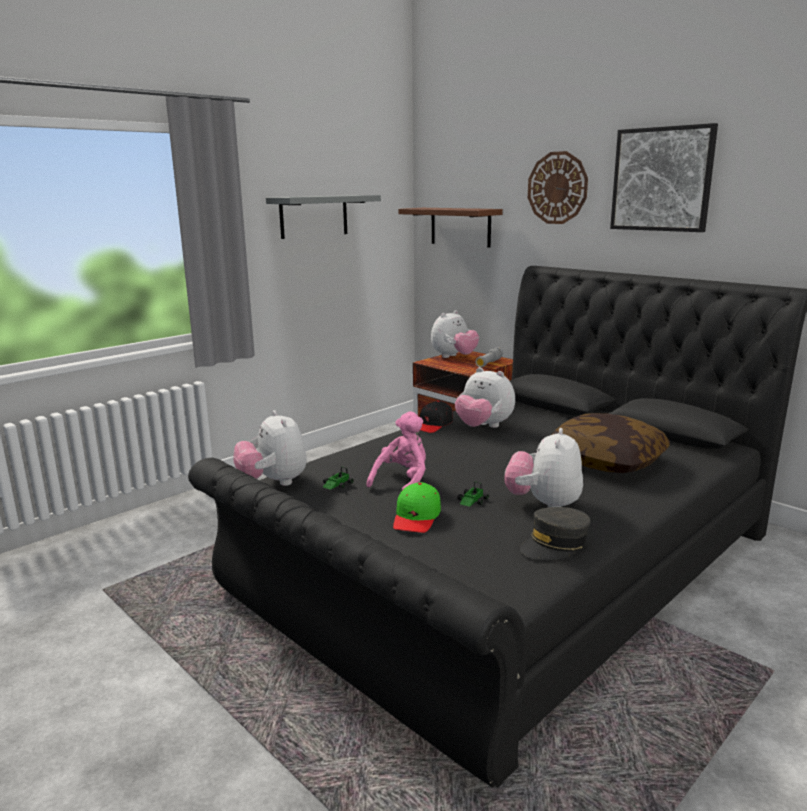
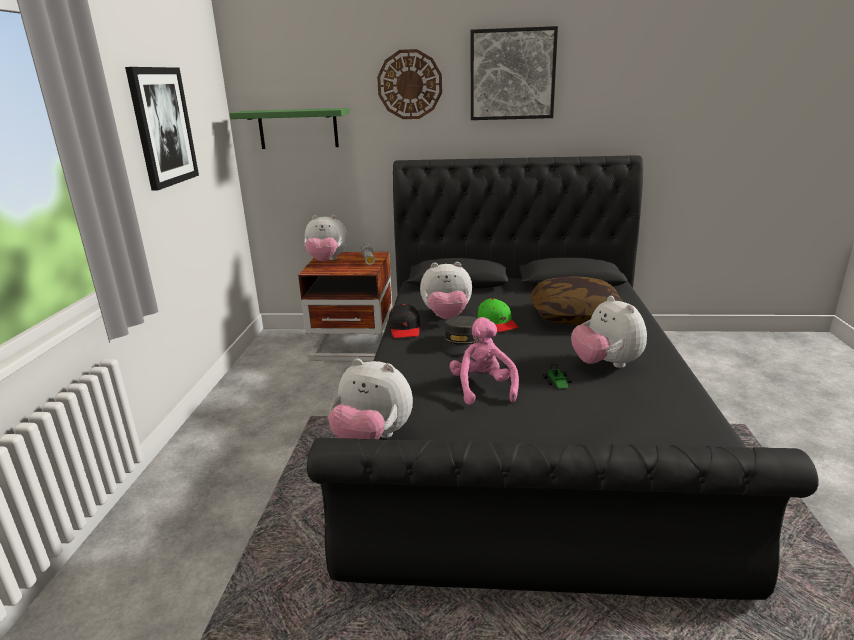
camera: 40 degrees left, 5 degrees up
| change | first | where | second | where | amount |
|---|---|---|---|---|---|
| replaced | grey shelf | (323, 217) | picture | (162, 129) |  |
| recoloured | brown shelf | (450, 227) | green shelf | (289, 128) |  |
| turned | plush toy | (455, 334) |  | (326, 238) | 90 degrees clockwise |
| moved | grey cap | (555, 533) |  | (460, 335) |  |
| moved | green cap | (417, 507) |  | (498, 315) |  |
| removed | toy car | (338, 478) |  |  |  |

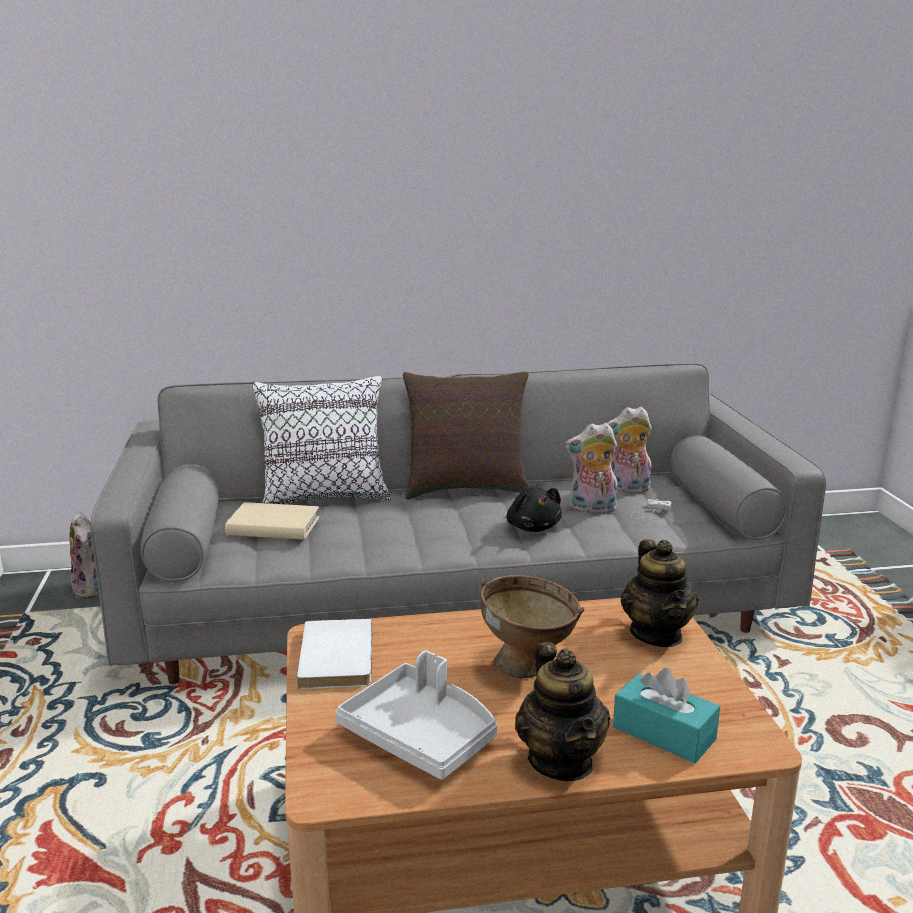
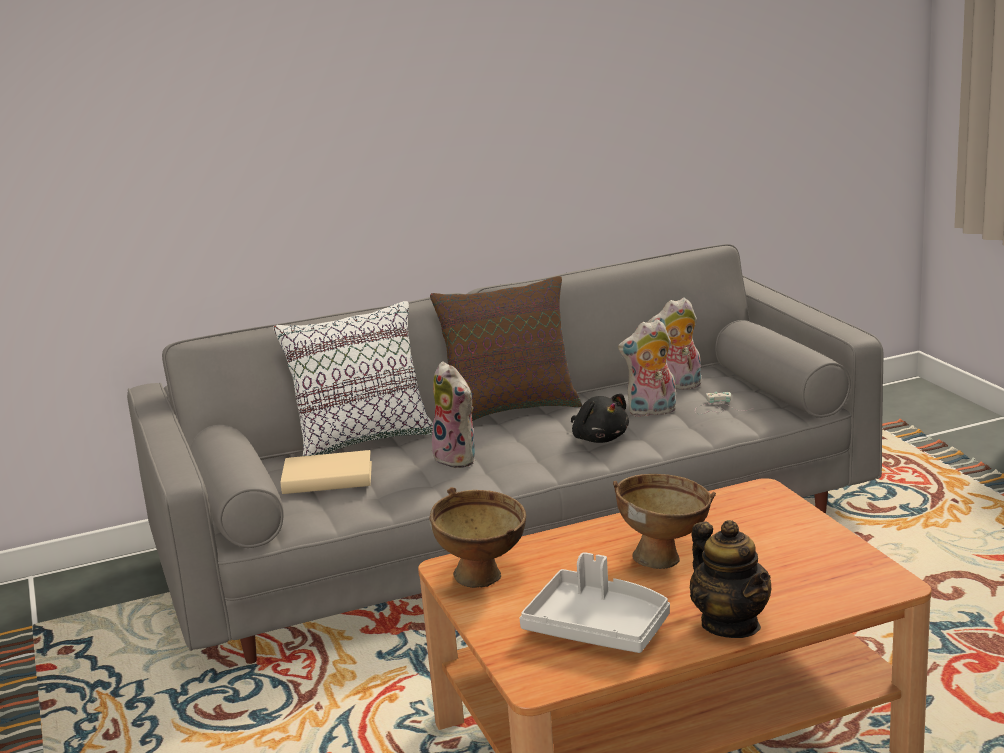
camera: 10 degrees left, 0 degrees up
| change | first | where | second | where | amount |
|---|---|---|---|---|---|
| replaced | white book | (334, 654) | brown bowl | (477, 537) |  |
| moved | plush toy | (84, 555) |  | (453, 415) |  |
| removed | turquoise tissue box | (666, 715) |  |  |  |
| removed | teapot | (660, 593) |  |  |  |

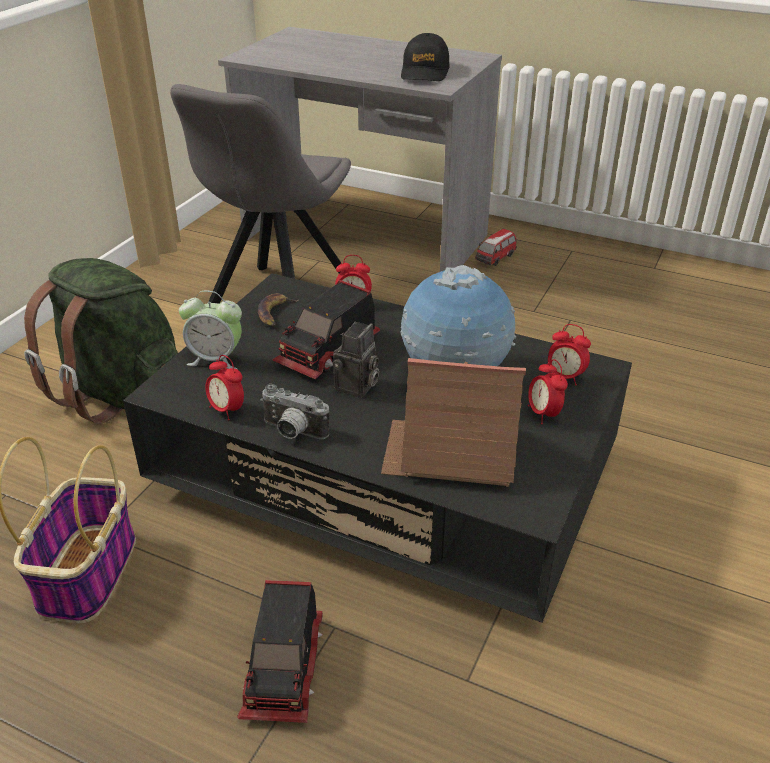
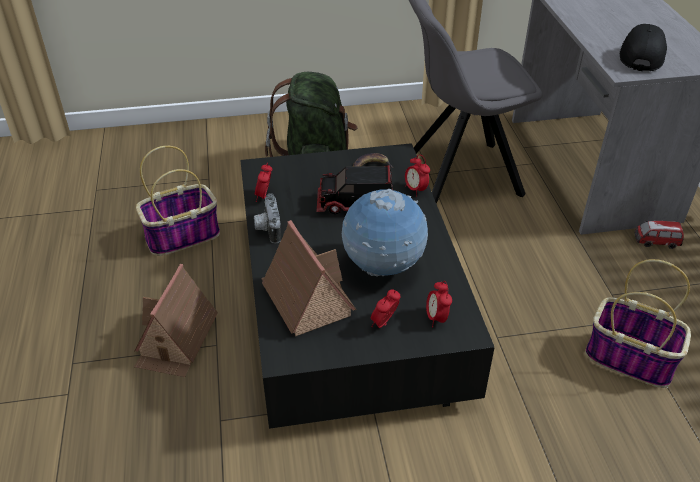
camera: 55 degrees right, 5 degrees up
| change | first | where | second | where | amount |
|---|---|---|---|---|---|
| replaced | toy truck | (280, 651) | toy house | (176, 320) |  |
| added |  |  | basket | (638, 323) |  |
| turned | black cap | (425, 57) |  | (643, 47) | 135 degrees clockwise |
| removed | alarm clock | (210, 330) |  |  |  |
| removed | photo camera | (356, 360) |  |  |  |

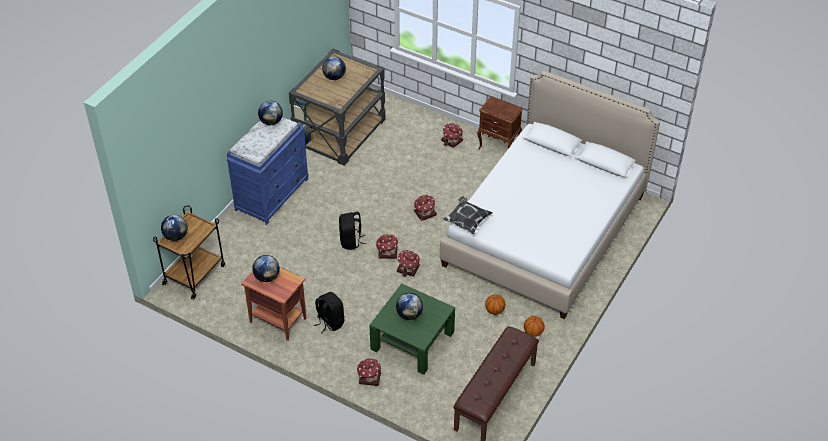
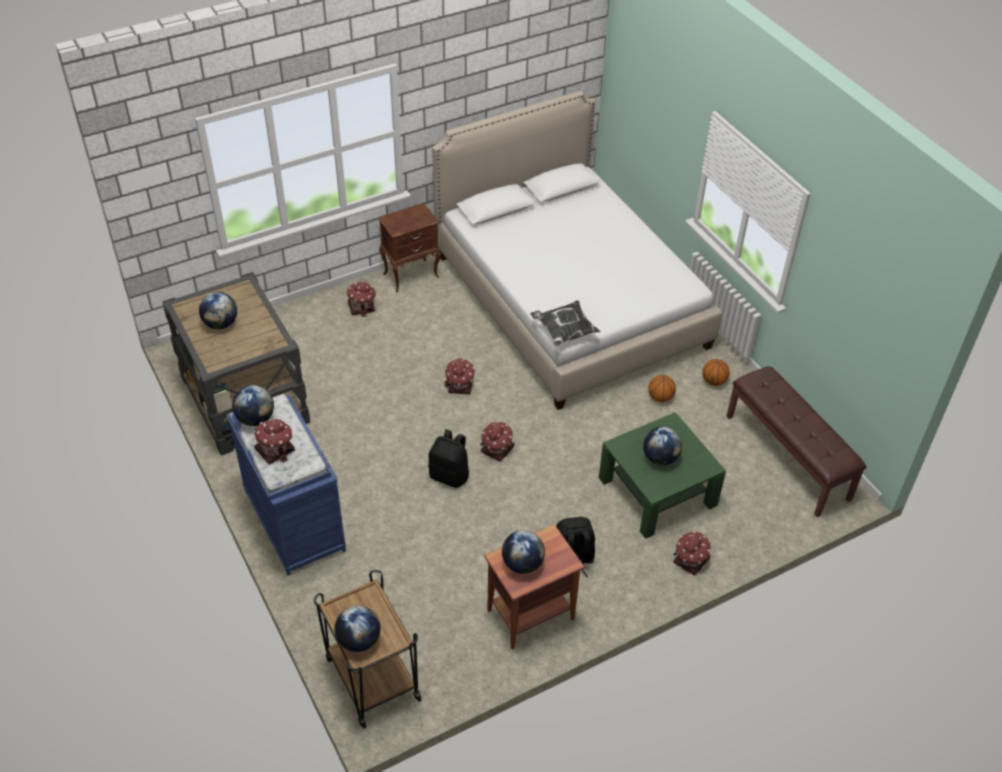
camera: 60 degrees left, 0 degrees up
| change | first | where | second | where | amount |
|---|---|---|---|---|---|
| moved | toy house | (408, 263) |  | (274, 442) |  |

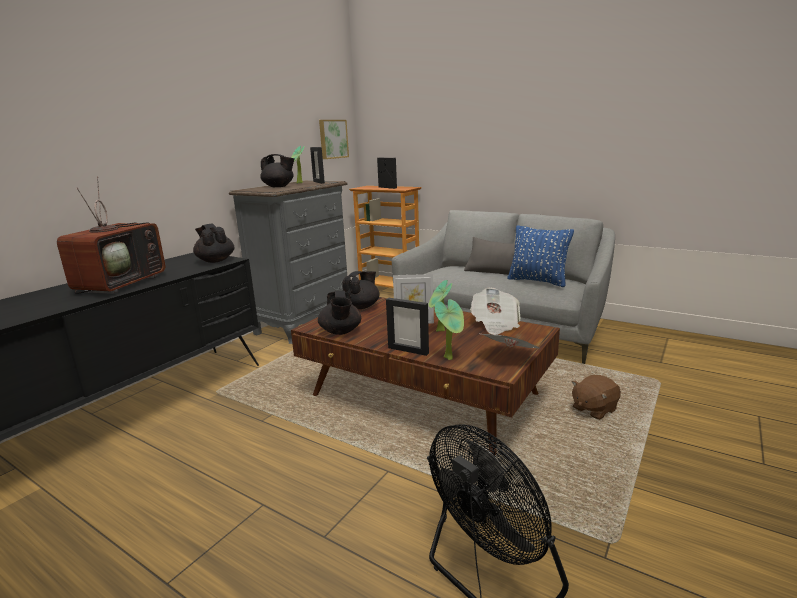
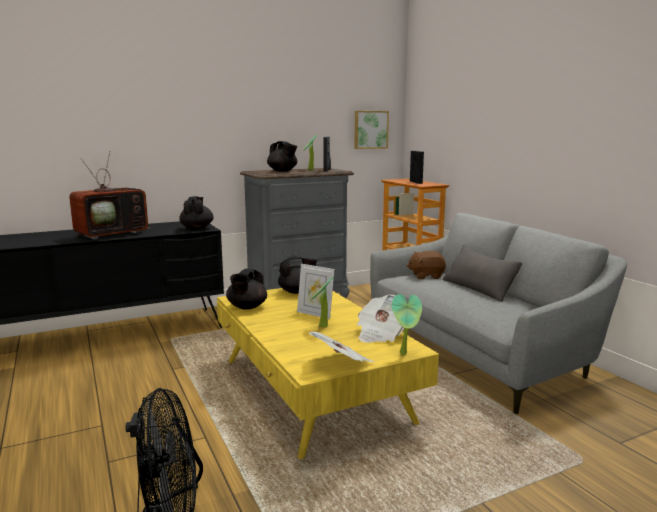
camera: 30 degrees right, 5 degrees down
| change | first | where | second | where | amount |
|---|---|---|---|---|---|
| recoloured | brown coffee table | (425, 375) | yellow coffee table | (328, 373) |  |
| moved | potted plant | (449, 329) |  | (407, 324) |  |
| moved | brown plush toy | (596, 397) |  | (426, 265) |  |
| removed | picture frame | (407, 327) |  |  |  |
| removed | blue pillow | (540, 256) |  |  |  |

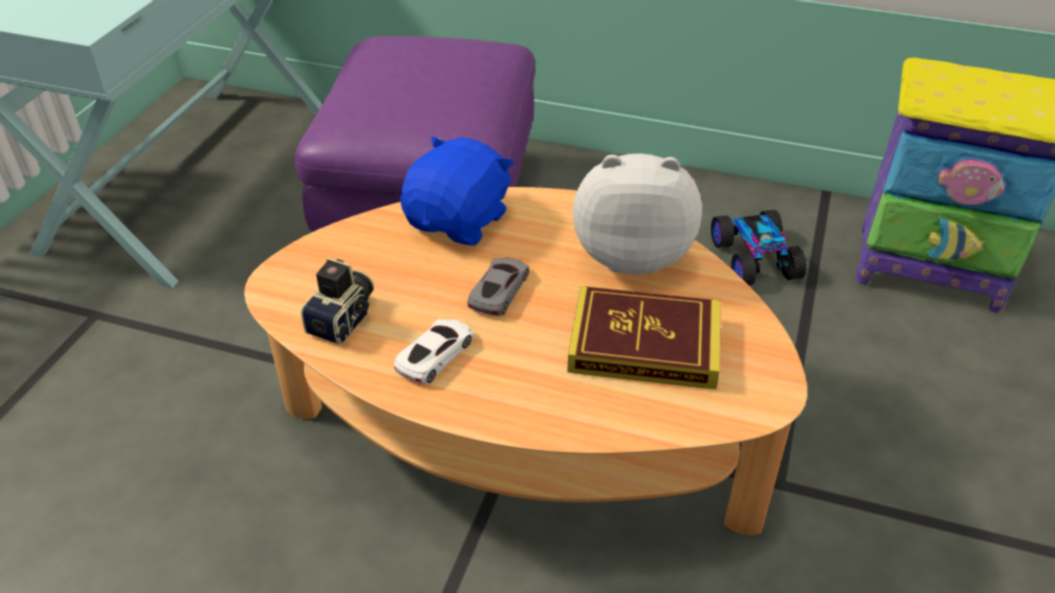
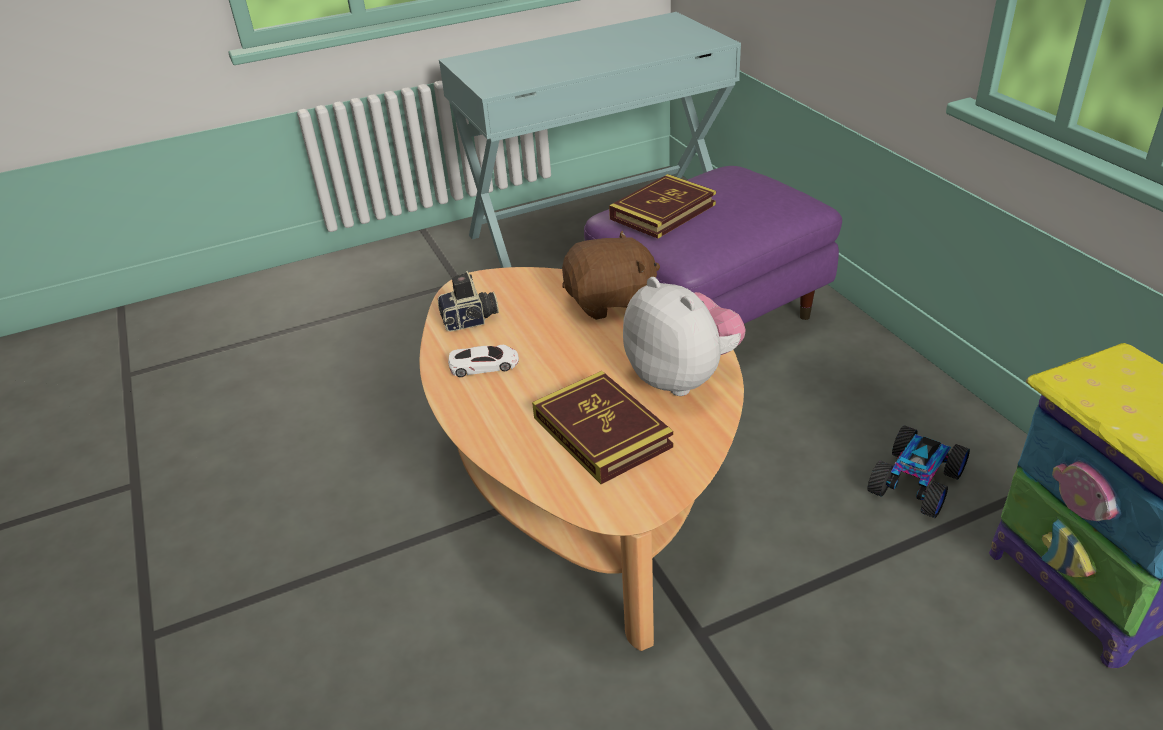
camera: 50 degrees right, 5 degrees down
| change | first | where | second | where | amount |
|---|---|---|---|---|---|
| recoloured | blue plush toy | (457, 191) | brown plush toy | (611, 275) |  |
| added |  |  | book | (662, 206) |  |
| removed | grey toy car | (498, 287) |  |  |  |

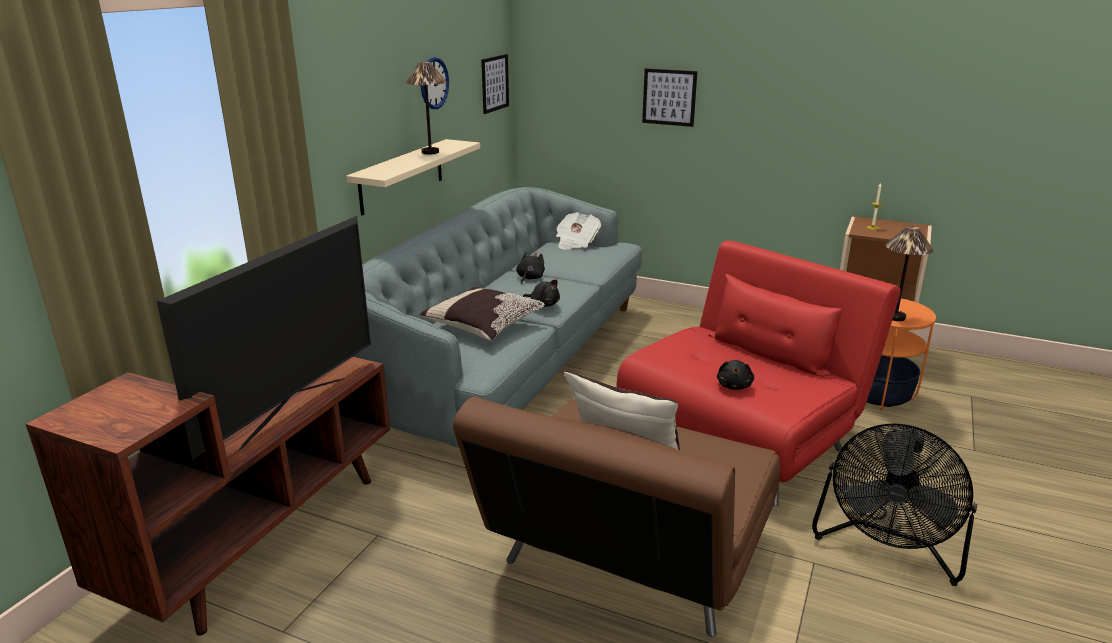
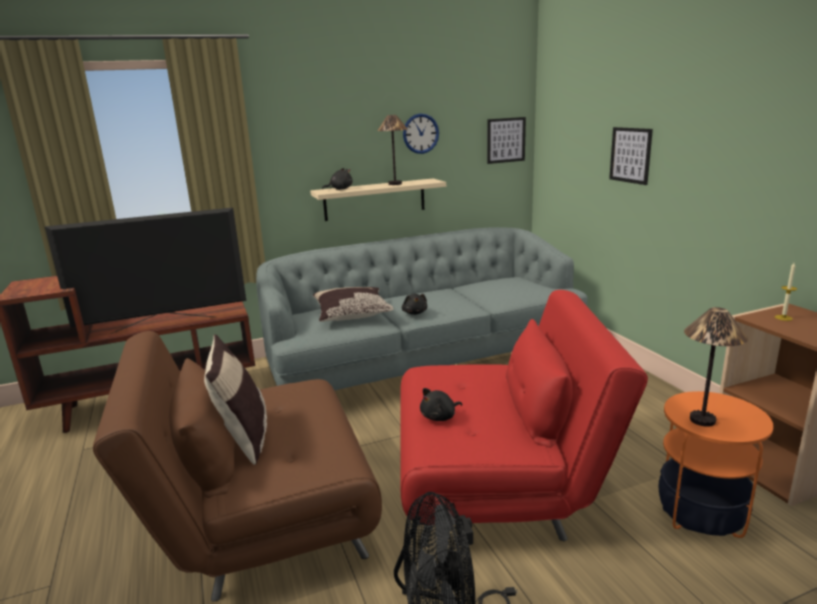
camera: 45 degrees right, 5 degrees down
| change | first | where | second | where | amount |
|---|---|---|---|---|---|
| moved | black plush toy | (530, 268) |  | (337, 179) |  |
| removed | newspaper | (578, 230) |  |  |  |

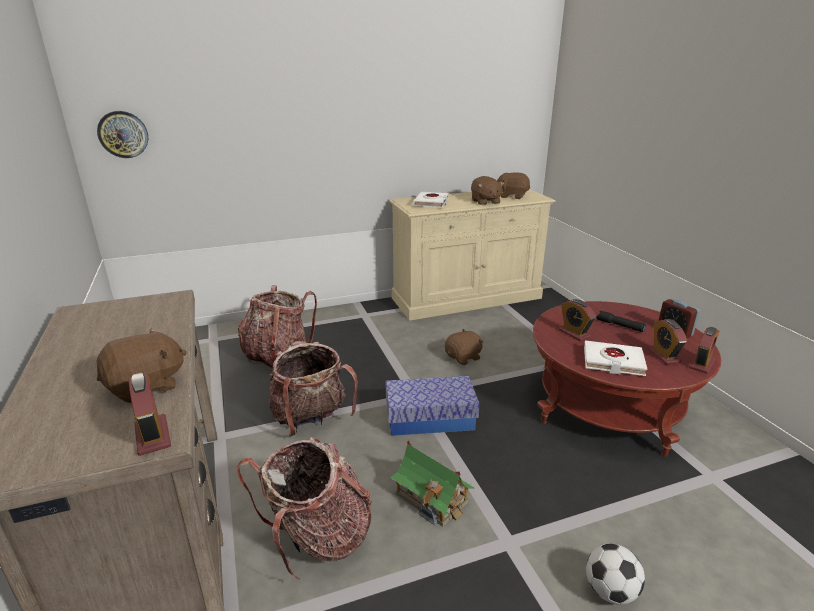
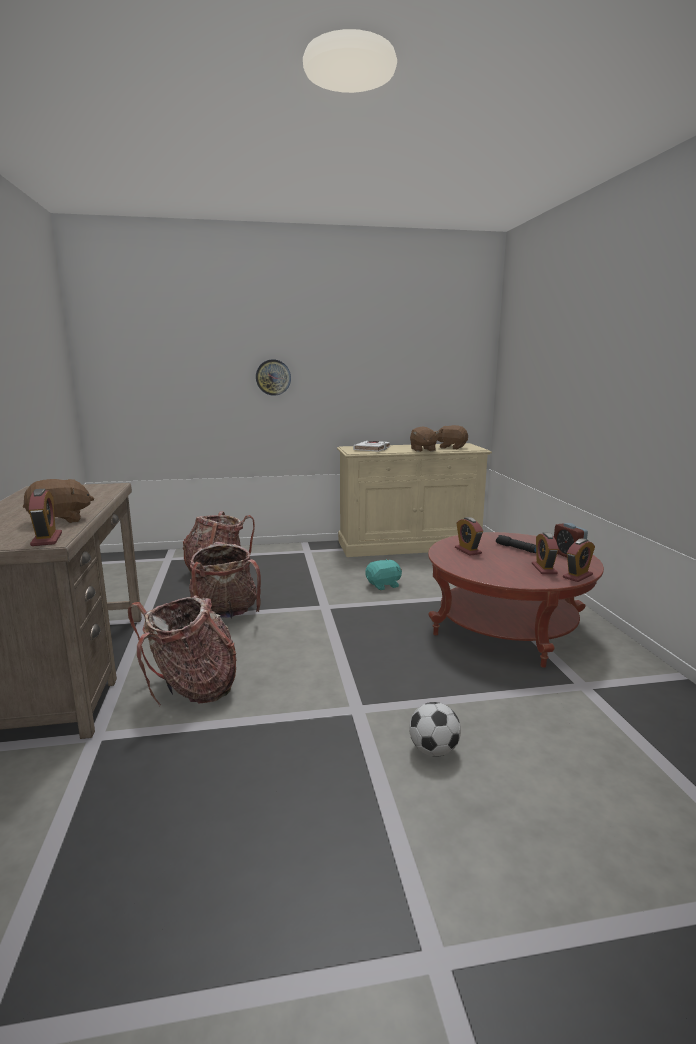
camera: 10 degrees right, 10 degrees down
| change | first | where | second | where | amount |
|---|---|---|---|---|---|
| moved | wall clock | (122, 134) |  | (273, 377) |  |
| recoloured | brown plush toy | (464, 347) | turquoise plush toy | (383, 574) |  |
| removed | storage box | (432, 406) |  |  |  |
| removed | toy house | (432, 484) |  |  |  |
| removed | white book | (615, 358) |  |  |  |

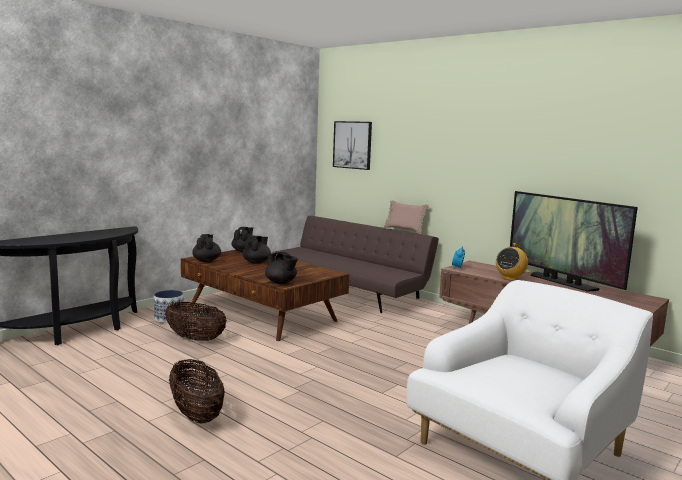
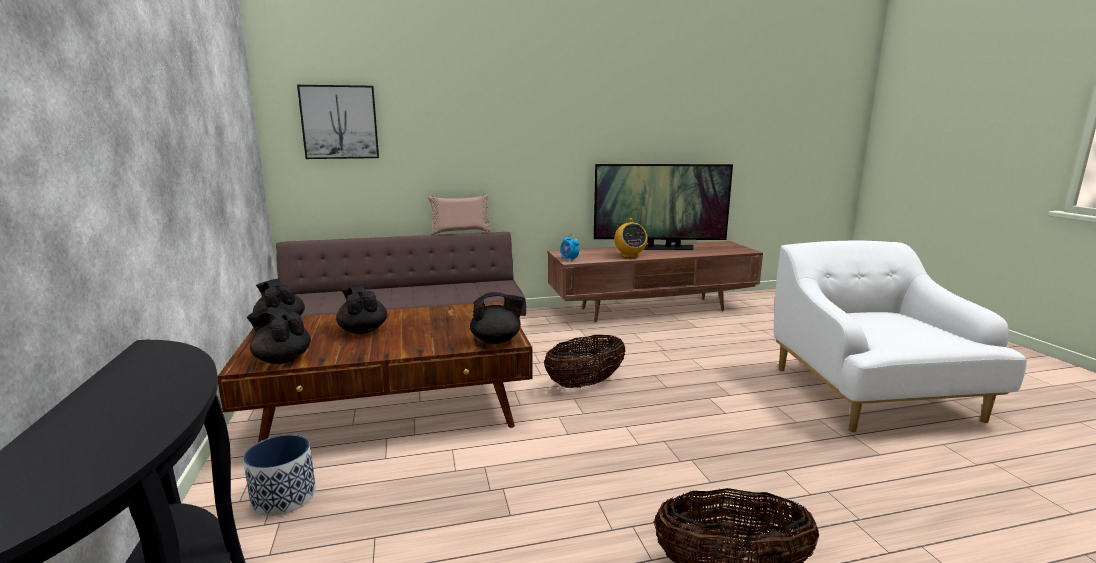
camera: 55 degrees left, 5 degrees up
| change | first | where | second | where | amount |
|---|---|---|---|---|---|
| moved | basket | (196, 321) |  | (585, 361) |  |

